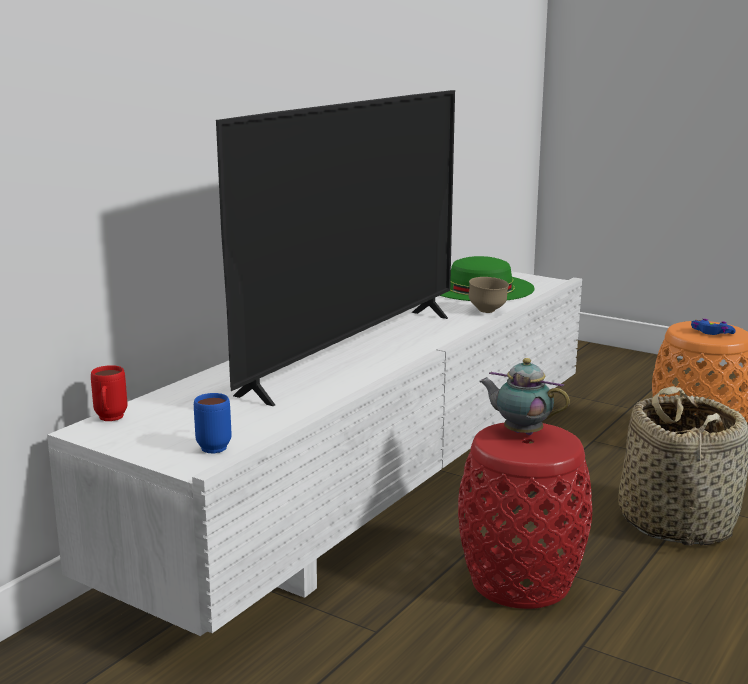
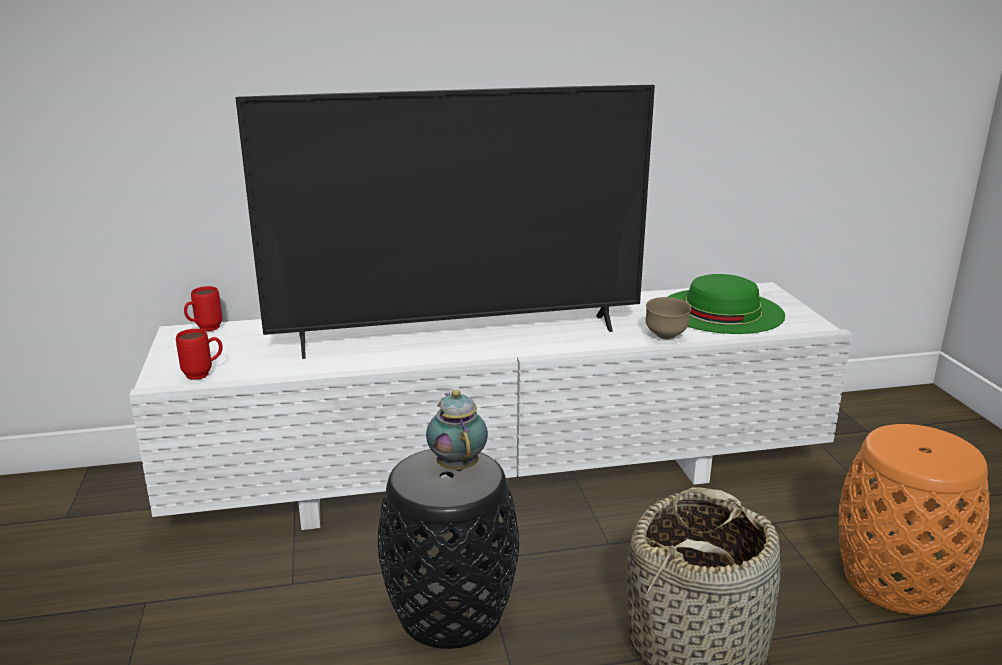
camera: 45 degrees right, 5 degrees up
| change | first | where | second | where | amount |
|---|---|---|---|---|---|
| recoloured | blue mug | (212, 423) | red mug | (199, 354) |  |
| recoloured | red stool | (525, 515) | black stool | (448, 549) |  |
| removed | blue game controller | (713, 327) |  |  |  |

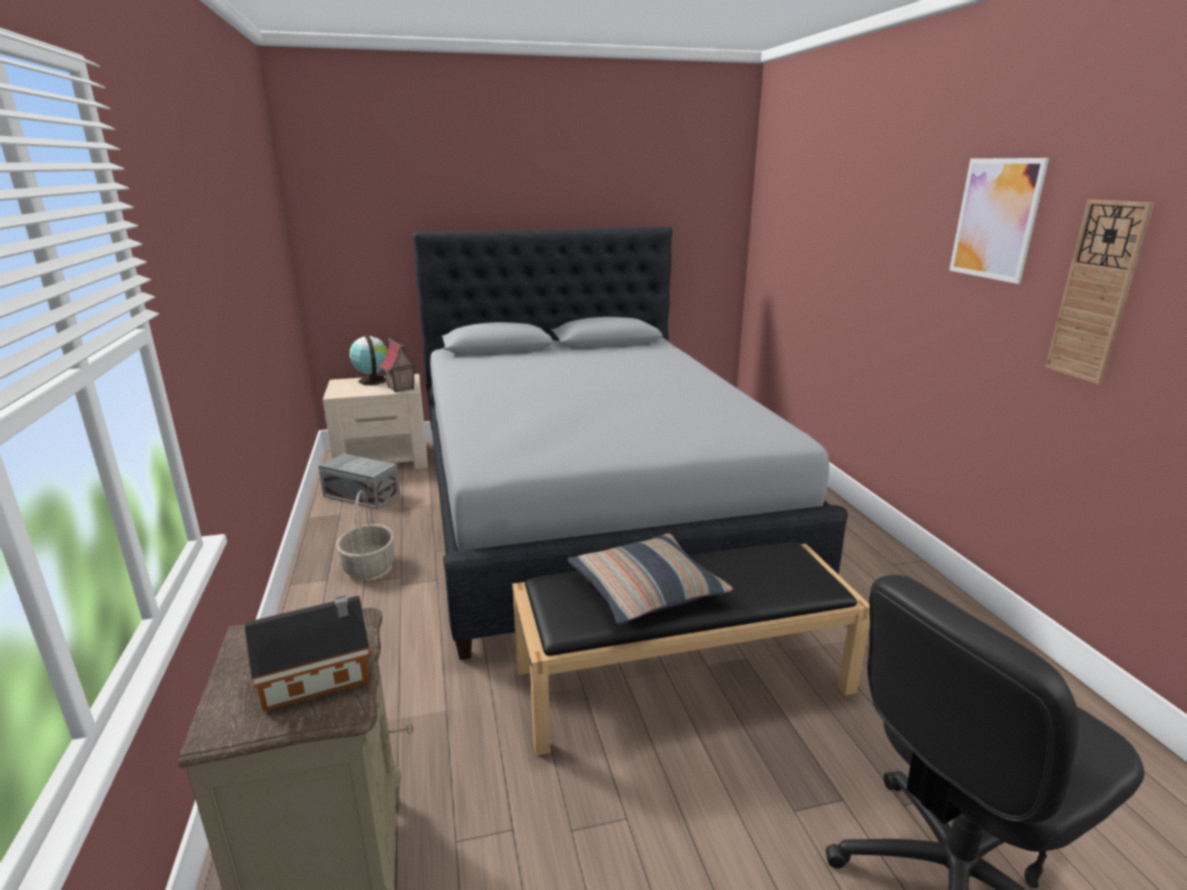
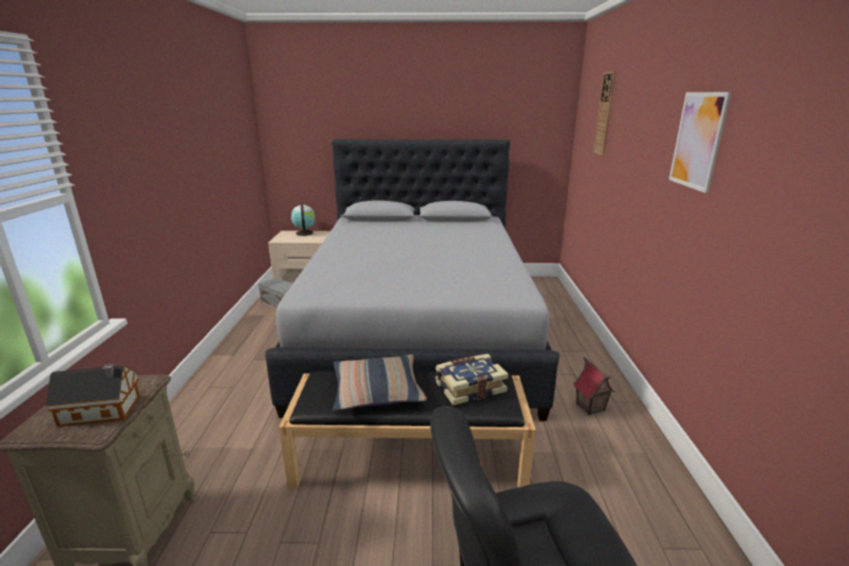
camera: 15 degrees right, 0 degrees up
| change | first | where | second | where | amount |
|---|---|---|---|---|---|
| added |  |  | book | (472, 379) |  |
| moved | toy house | (398, 365) |  | (594, 386) |  |
| moved | wall clock | (1099, 291) |  | (604, 113) |  |
| removed | basket | (365, 534) |  |  |  |

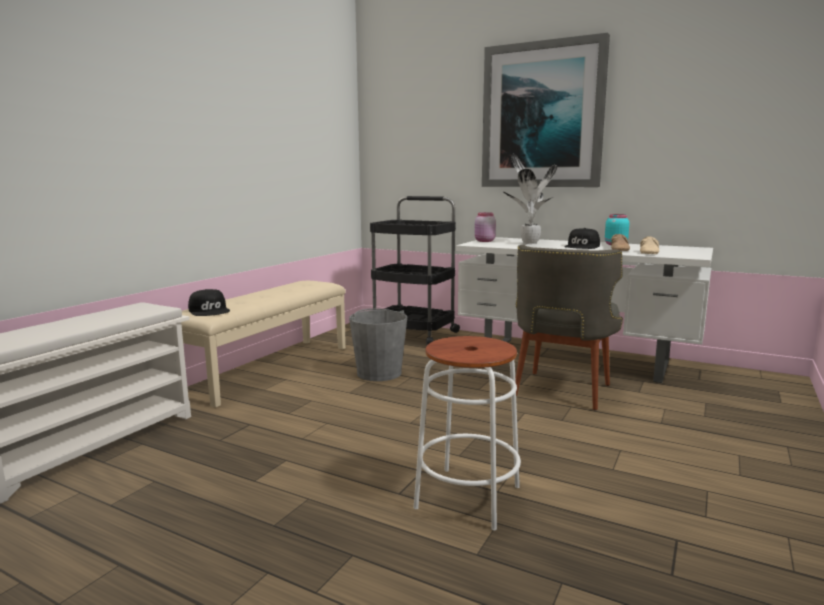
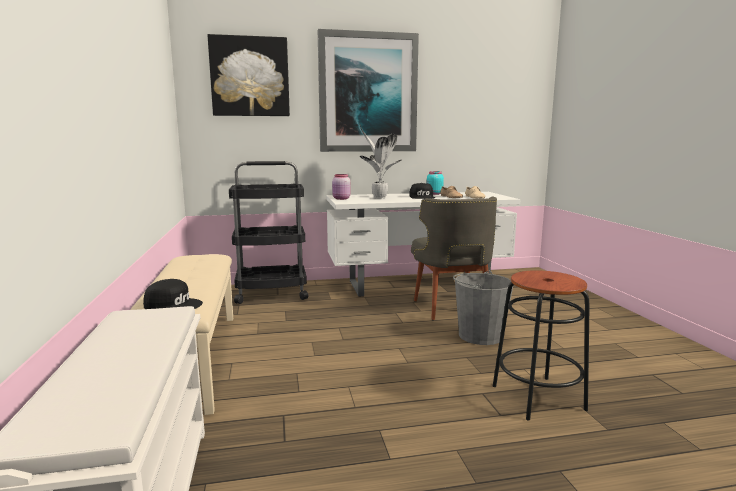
camera: 40 degrees left, 0 degrees up
| change | first | where | second | where | amount |
|---|---|---|---|---|---|
| added |  |  | picture | (248, 75) |  |
| moved | grey bucket | (378, 344) |  | (483, 308) |  |
| recoloured | white stool | (467, 433) | black stool | (541, 345) |  |

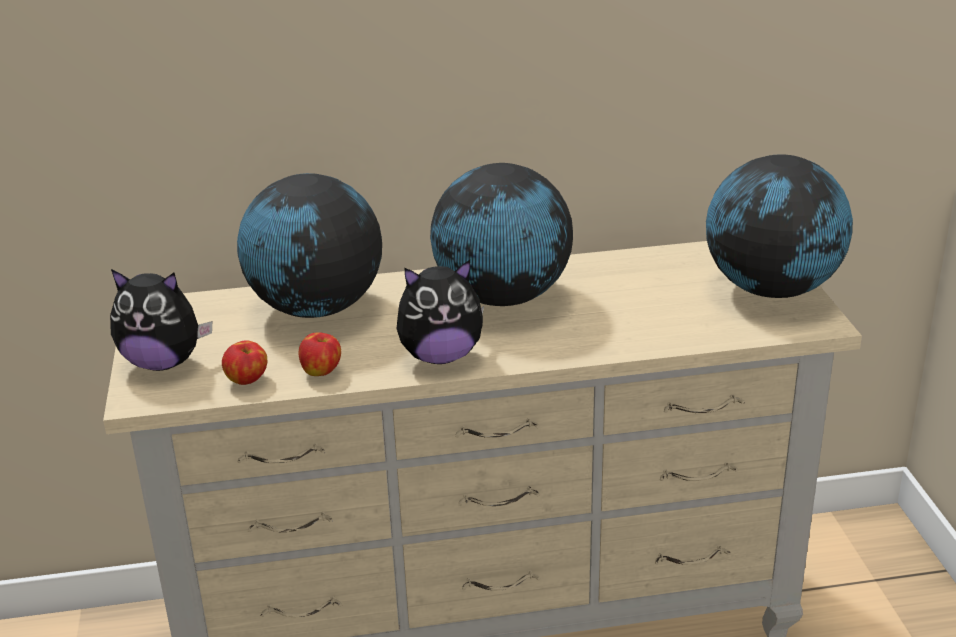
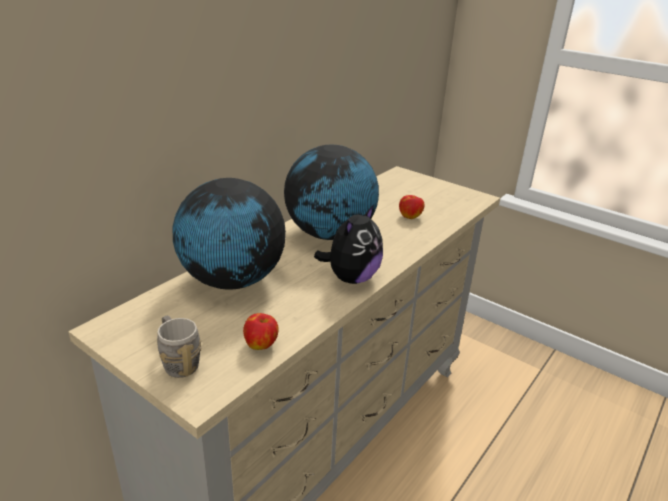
camera: 45 degrees left, 0 degrees up
| change | first | where | second | where | amount |
|---|---|---|---|---|---|
| replaced | plush toy | (161, 320) | grey mug | (179, 346) |  |
| moved | apple | (320, 354) |  | (411, 207) |  |
| removed | globe | (779, 226) |  |  |  |

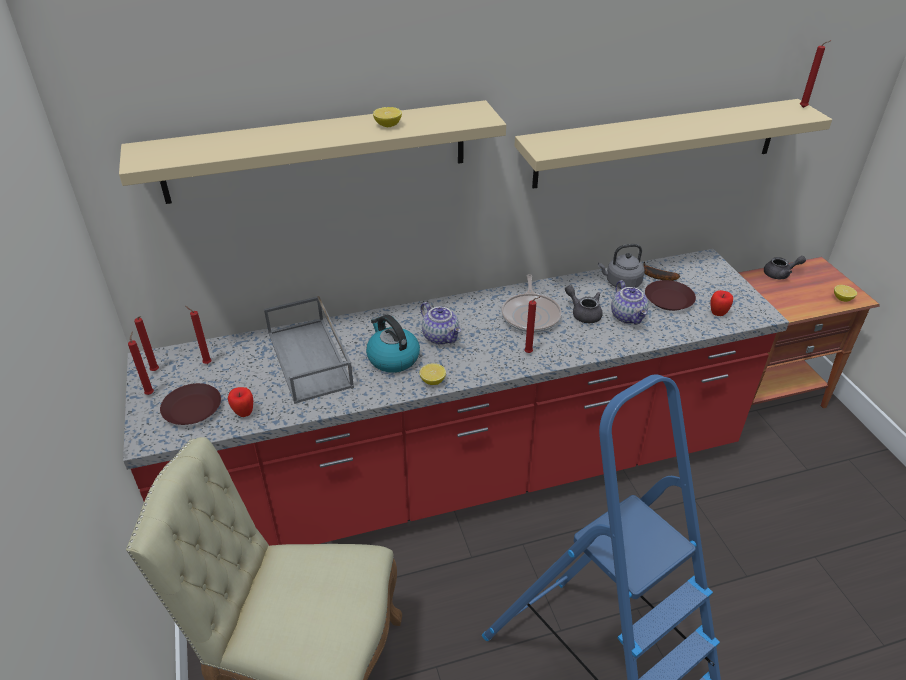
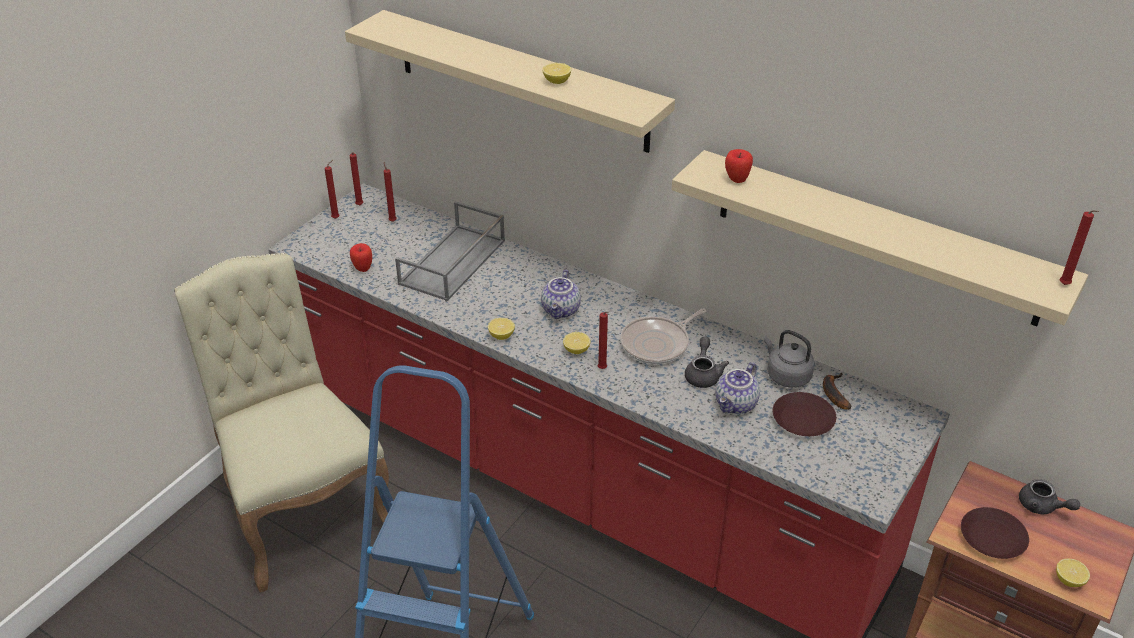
camera: 50 degrees right, 0 degrees up
| change | first | where | second | where | amount |
|---|---|---|---|---|---|
| added |  |  | lemon | (576, 343) |  |
| moved | apple | (721, 303) |  | (739, 166) |  |
| moved | brown plate | (190, 404) |  | (995, 533) |  |
| removed | kettle | (393, 344) |  |  |  |

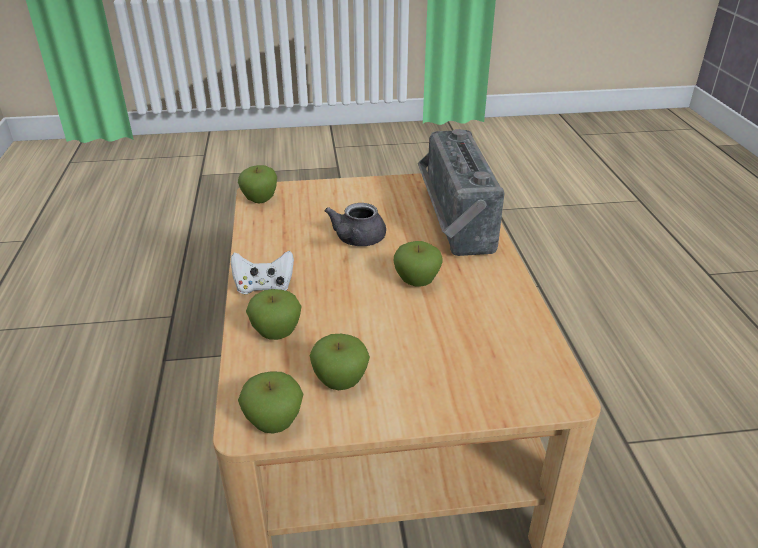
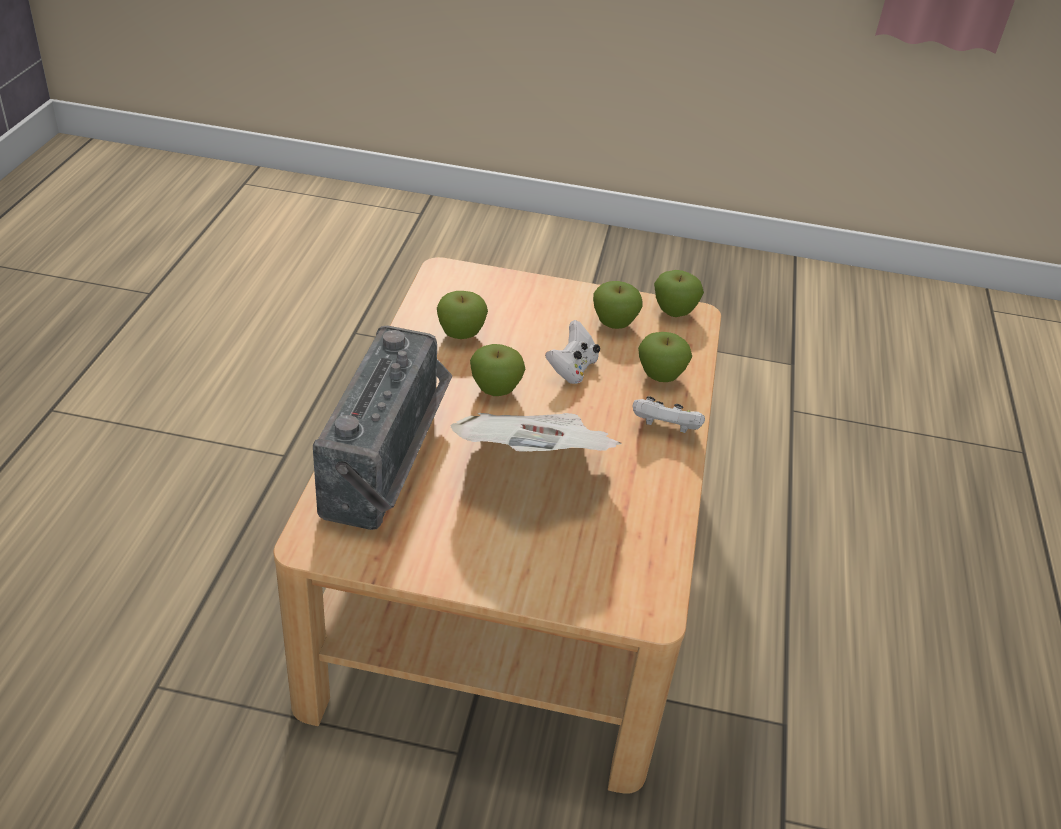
camera: 165 degrees left, 5 degrees up
| change | first | where | second | where | amount |
|---|---|---|---|---|---|
| moved | apple | (257, 184) |  | (462, 315) |  |
| replaced | grey teapot | (355, 224) | newspaper | (536, 432) |  |
| added |  |  | white game controller | (572, 352) |  |

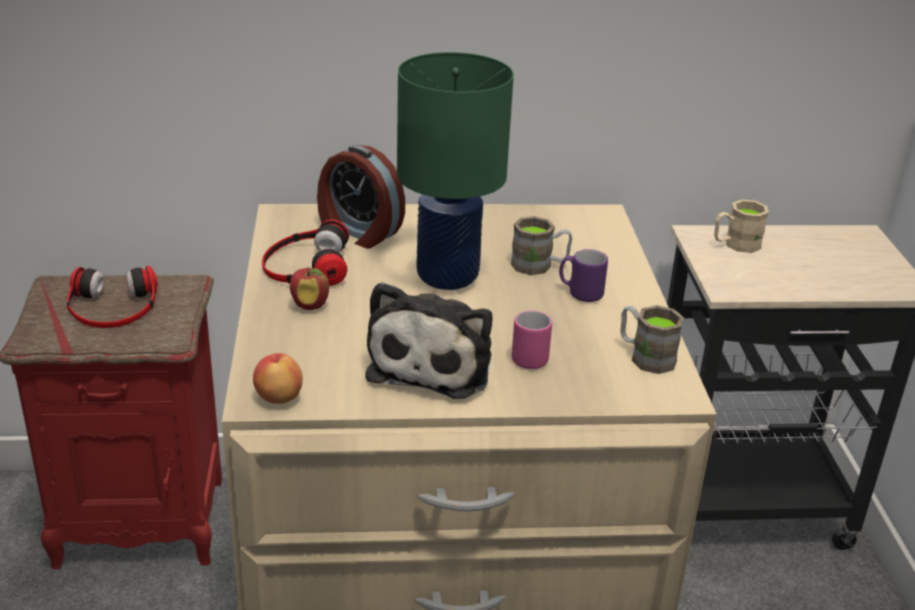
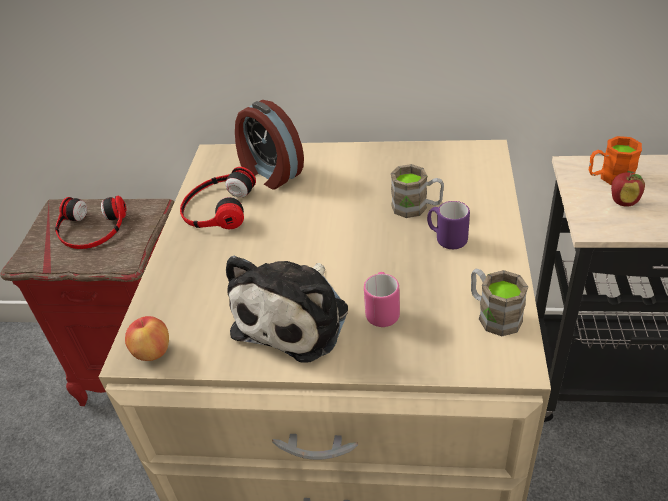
camera: 15 degrees right, 10 degrees up
| change | first | where | second | where | amount |
|---|---|---|---|---|---|
| recoloured | beige mug | (741, 226) | orange mug | (615, 160) |  |
| moved | apple | (309, 288) |  | (628, 189) |  |
| removed | green table lamp | (455, 171) |  |  |  |

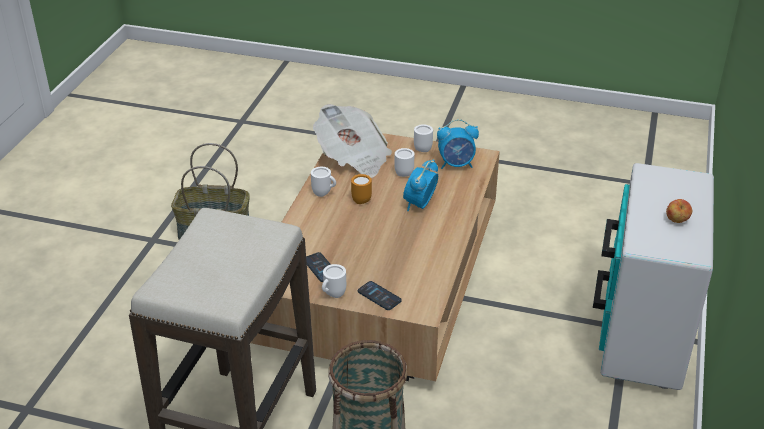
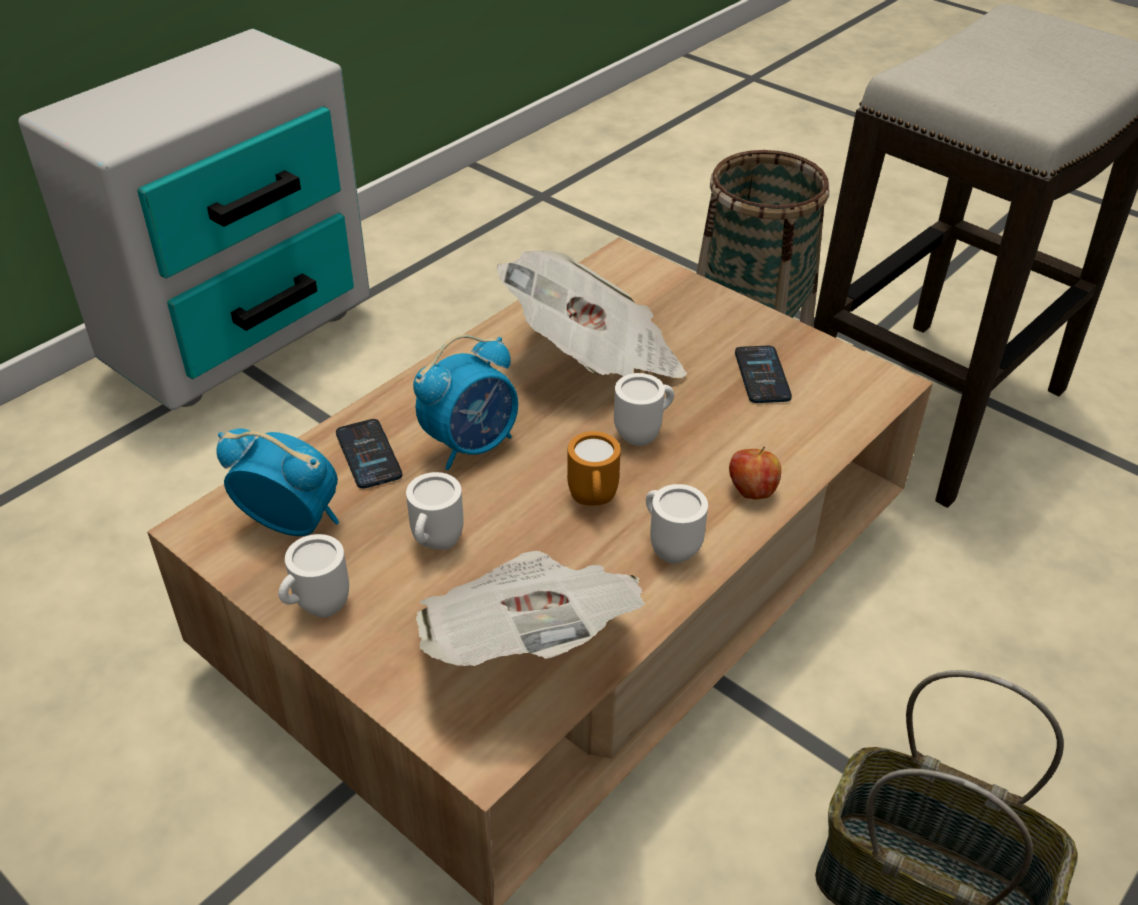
camera: 155 degrees left, 5 degrees up
| change | first | where | second | where | amount |
|---|---|---|---|---|---|
| moved | phone | (380, 295) |  | (369, 454) |  |
| added |  |  | newspaper | (592, 314) |  |
| moved | white mug | (334, 281) |  | (644, 409) |  |
| moved | apple | (679, 211) |  | (755, 473) |  |

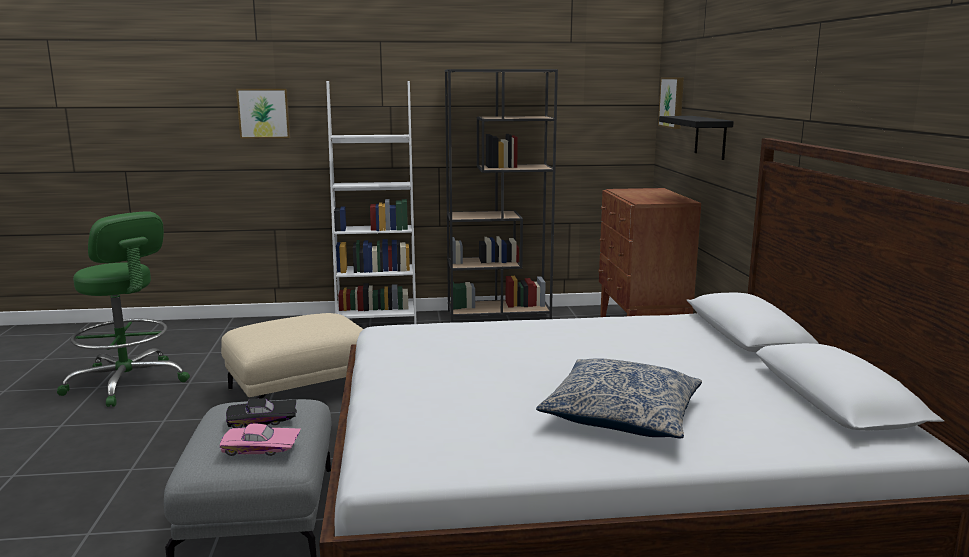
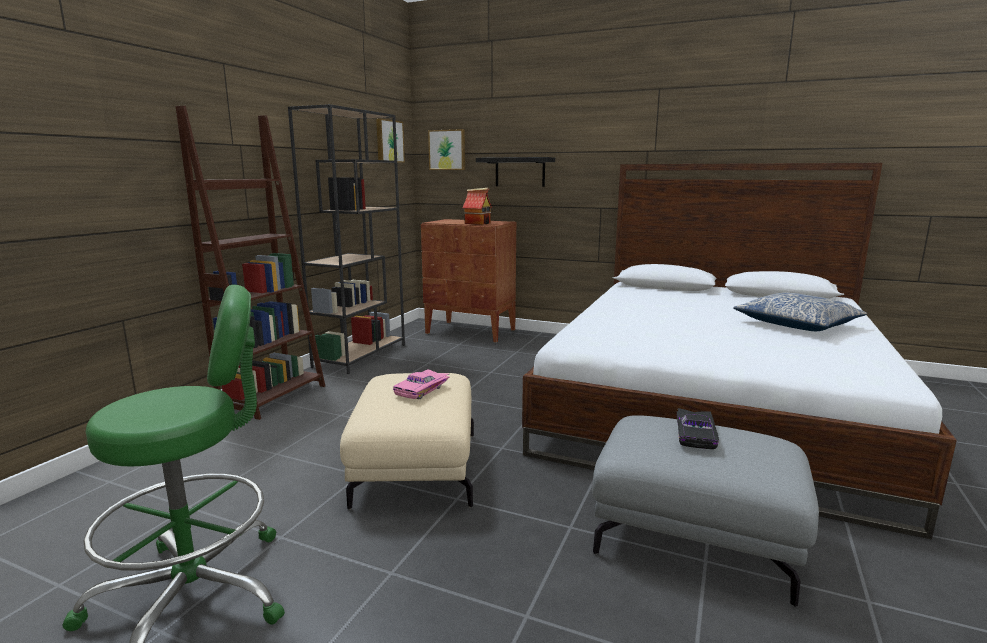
camera: 60 degrees left, 0 degrees up
| change | first | where | second | where | amount |
|---|---|---|---|---|---|
| recoloured | white bookcase | (371, 202) | brown bookcase | (250, 263) |  |
| moved | picture | (263, 114) |  | (390, 140) |  |
| moved | pink toy car | (260, 440) |  | (421, 384) |  |
| added |  |  | toy house | (477, 206) |  |

